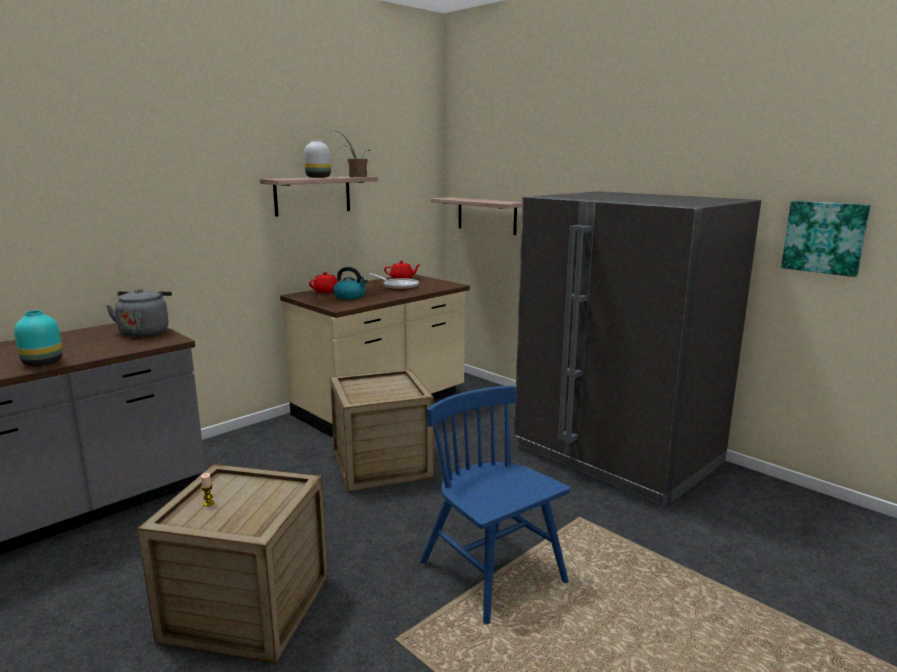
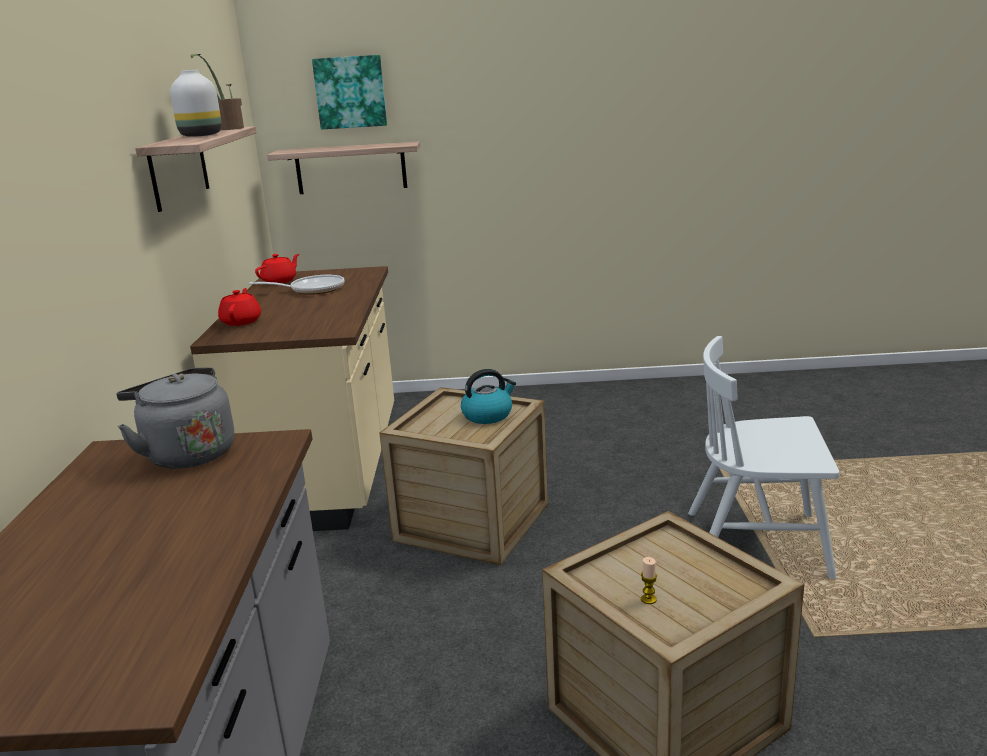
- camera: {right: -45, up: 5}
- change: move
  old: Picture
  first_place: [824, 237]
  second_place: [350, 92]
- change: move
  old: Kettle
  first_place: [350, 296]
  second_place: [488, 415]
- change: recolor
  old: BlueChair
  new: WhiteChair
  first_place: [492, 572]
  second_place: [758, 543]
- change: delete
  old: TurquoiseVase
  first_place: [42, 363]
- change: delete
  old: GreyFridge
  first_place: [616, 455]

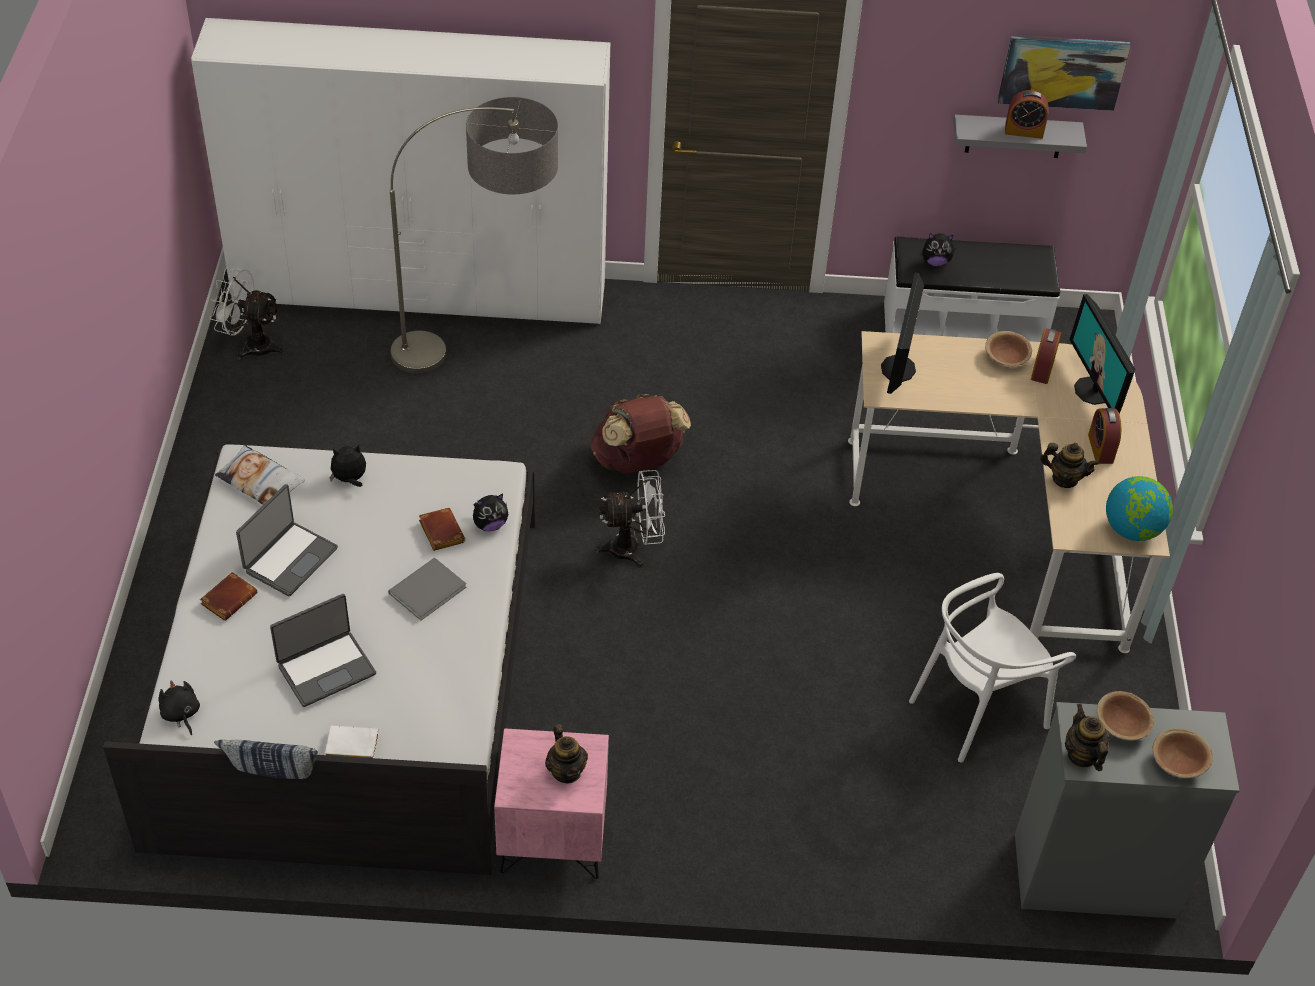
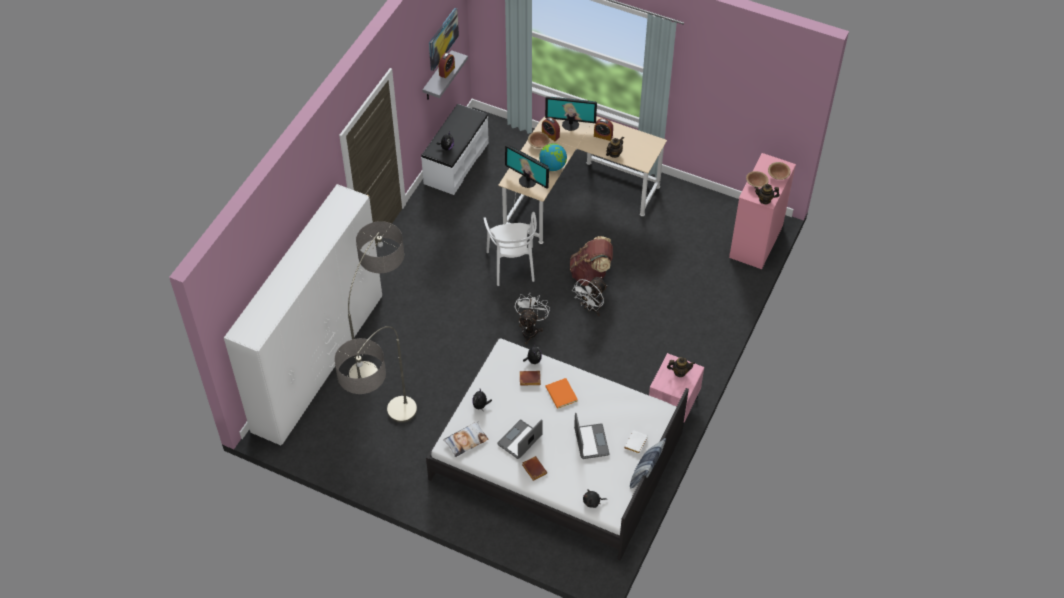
- camera: {right: -65, up: 5}
- change: insert
  new: FloorLamp
  second_place: [383, 437]
- change: move
  old: WhiteChair
  first_place: [977, 709]
  second_place: [512, 265]
- change: rotate
  old: Laptop
  first_place: [289, 559]
  second_place: [520, 440]
  degrees: -105
- change: move
  old: Globe
  first_place: [1132, 529]
  second_place: [553, 166]
- change: recolor
  old: GreyBook
  new: OrangeBook
  first_place: [425, 590]
  second_place: [561, 395]
- change: move
  old: BrownBackpack
  first_place: [637, 462]
  second_place: [591, 274]
- change: move
  old: WhiteFan
  first_place: [251, 345]
  second_place: [591, 308]
- change: recolor
  old: GreyDresser
  new: PinkDresser
  first_place: [1093, 876]
  second_place: [756, 242]

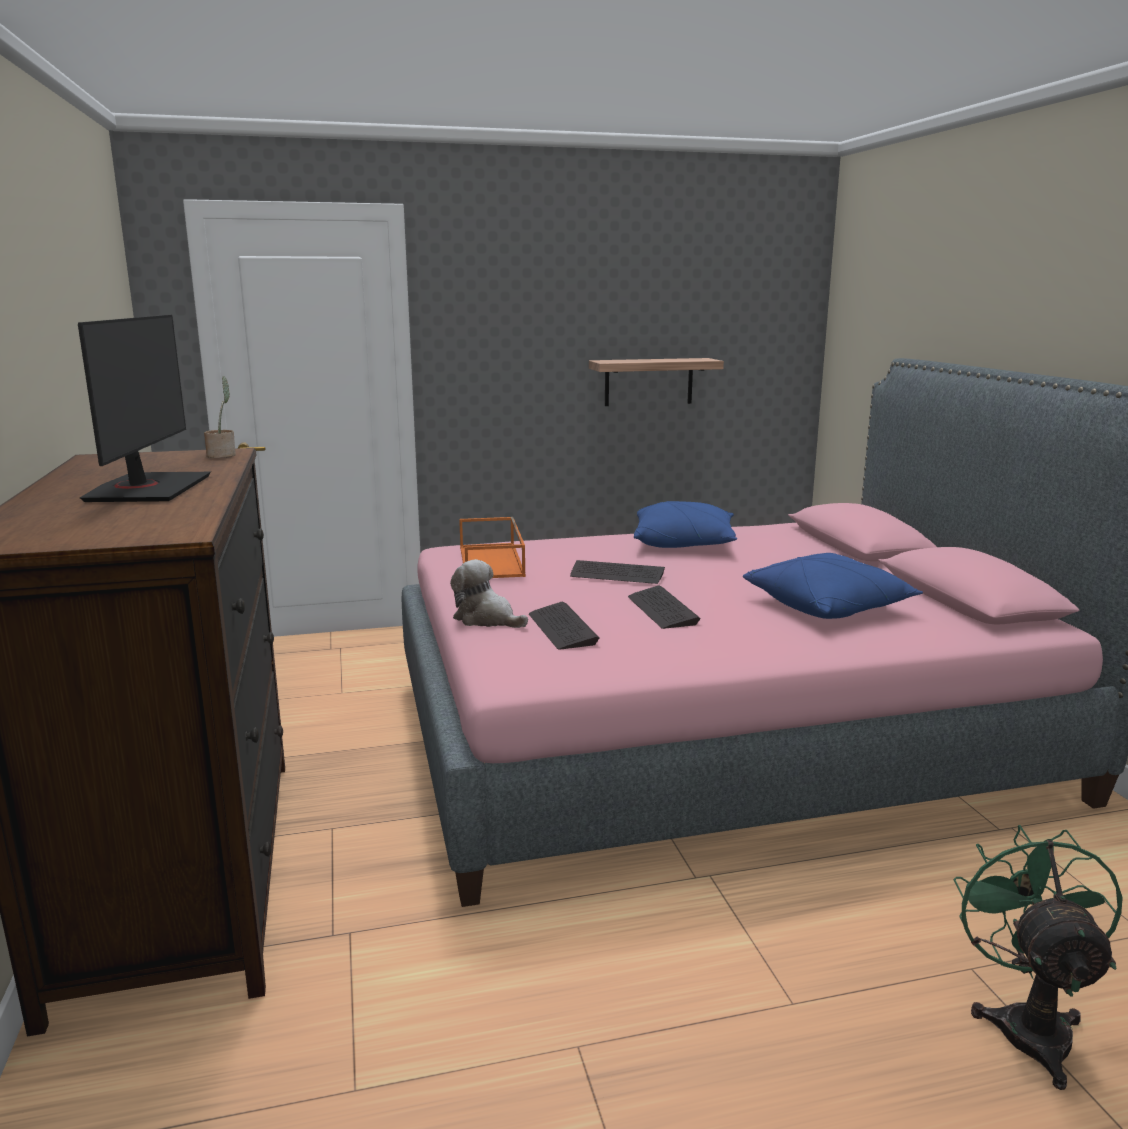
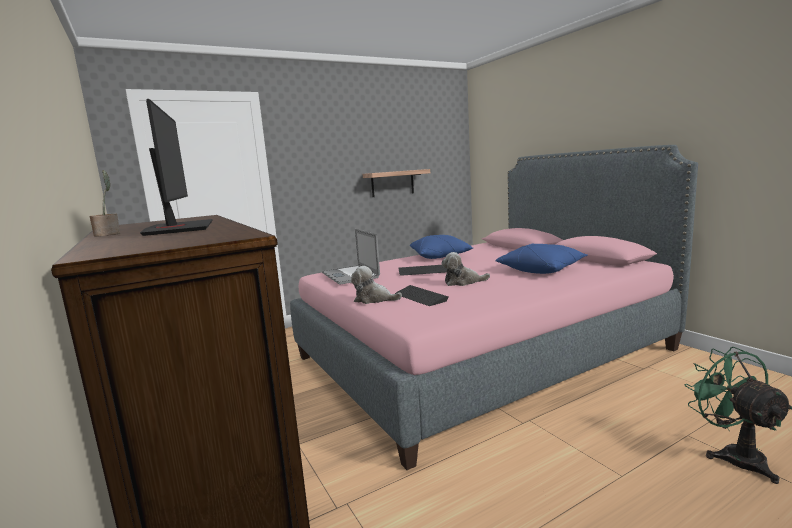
- camera: {right: -15, up: -5}
- change: move
  old: PottedPlant
  first_place: [223, 455]
  second_place: [108, 234]
- change: replace
  old: OrangeTray
  new: Laptop
  first_place: [492, 561]
  second_place: [350, 275]
- change: replace
  old: Keyboard
  new: PlushToy
  first_place: [662, 610]
  second_place: [463, 282]

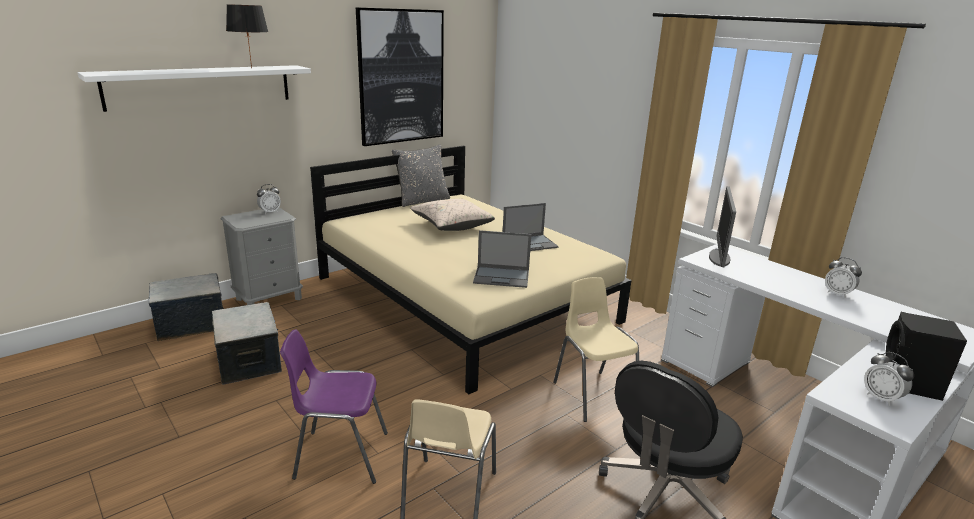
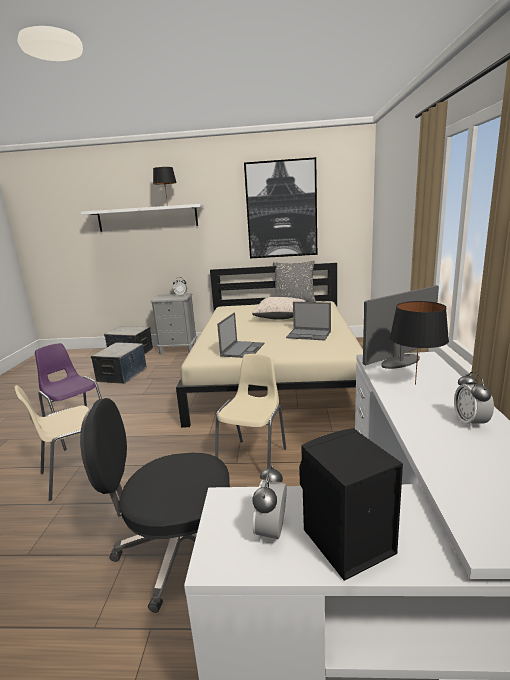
- camera: {right: 45, up: -5}
- change: rotate
  old: Laptop
  first_place: [502, 277]
  second_place: [243, 349]
  degrees: -120
- change: insert
  new: BlackTableLamp
  second_place: [416, 384]

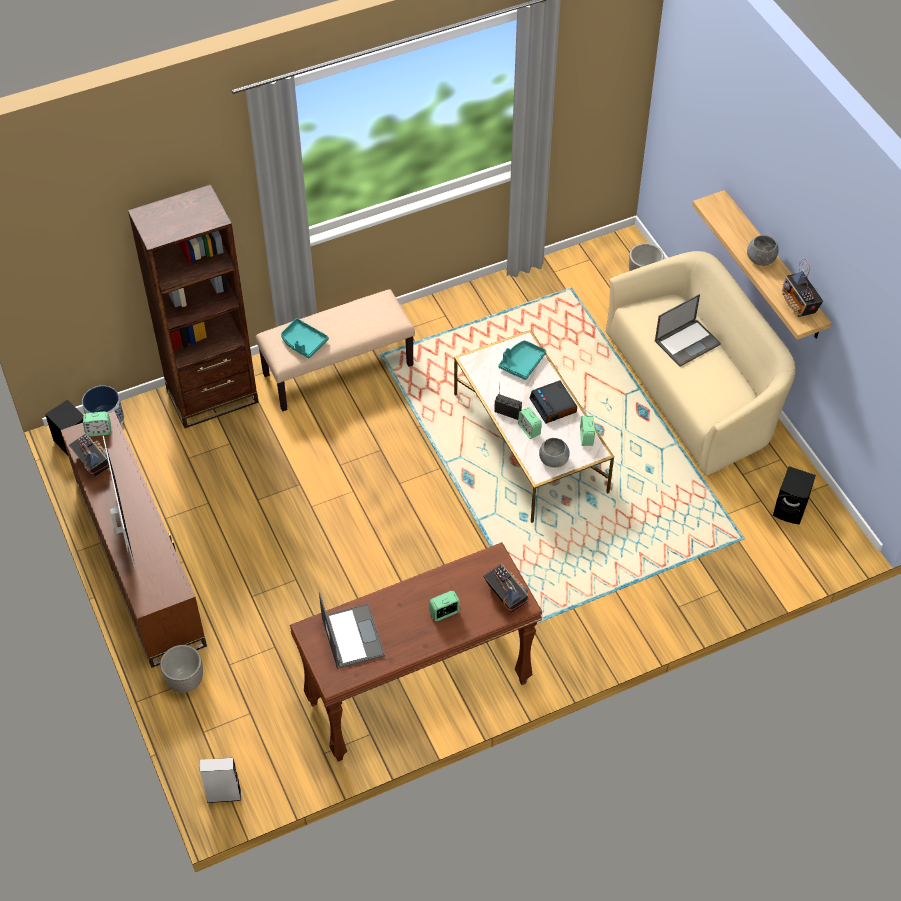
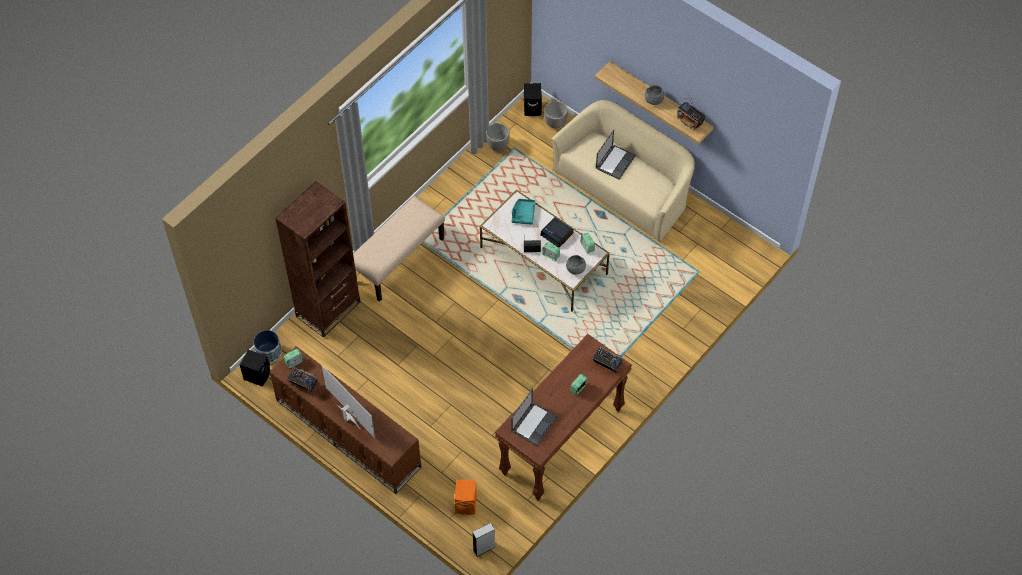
- camera: {right: -25, up: 5}
- change: insert
  new: OrangeSpeaker
  second_place: [467, 504]
- change: move
  old: Planter
  first_place: [186, 681]
  second_place: [497, 145]
- change: rotate
  old: Laptop
  first_place: [352, 636]
  second_place: [534, 423]
  degrees: 75
- change: move
  old: BlackSpeaker
  first_place: [791, 509]
  second_place: [533, 108]
- change: delete
  old: TurquoiseTray
  first_place: [303, 343]

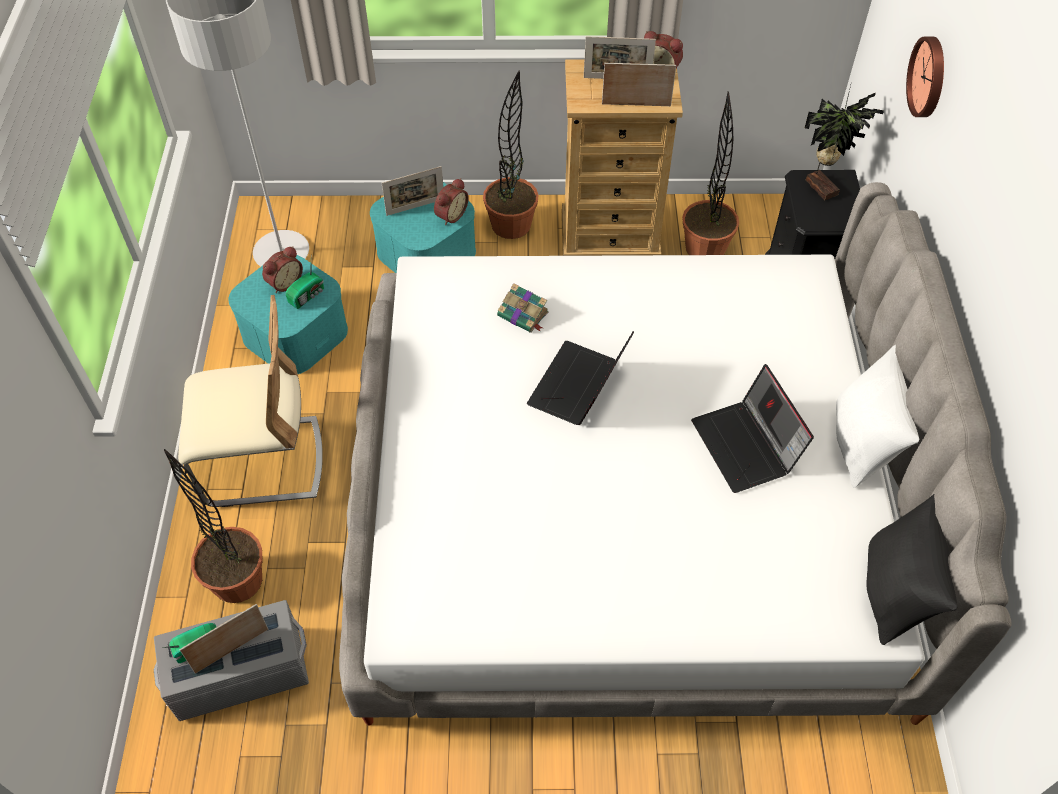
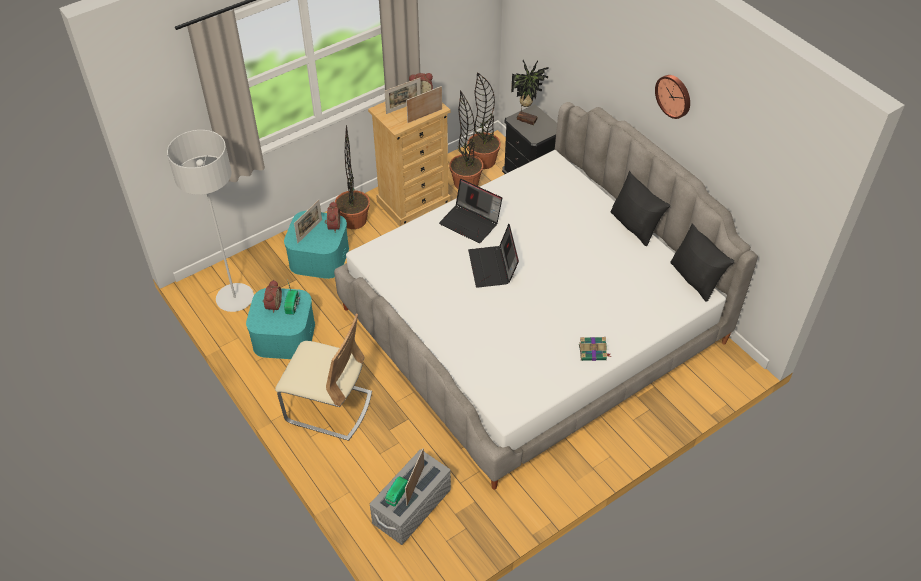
- camera: {right: -35, up: -5}
- change: rotate
  old: BeigeChair
  first_place: [263, 462]
  second_place: [329, 407]
  degrees: 60
- change: move
  old: Laptop
  first_place: [746, 446]
  second_place: [471, 222]
- change: move
  old: PottedPlant
  first_place: [237, 580]
  second_place: [483, 161]
- change: move
  old: Book
  first_place: [524, 315]
  second_place: [593, 352]
- change: recolor
  old: WhitePillow
  new: BlackPillow
  first_place: [862, 443]
  second_place: [635, 226]
- change: move
  old: WallClock
  first_place: [929, 77]
  second_place: [674, 95]

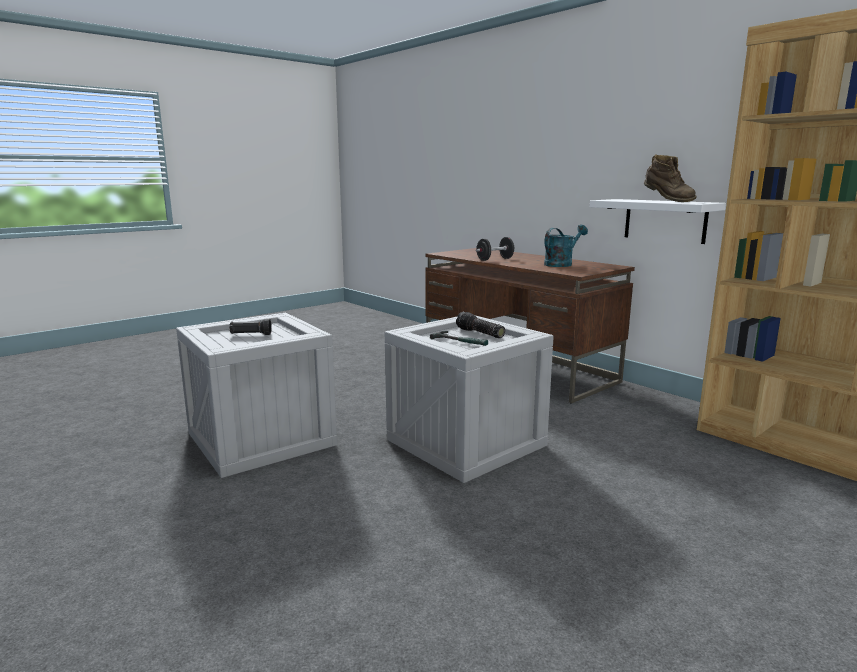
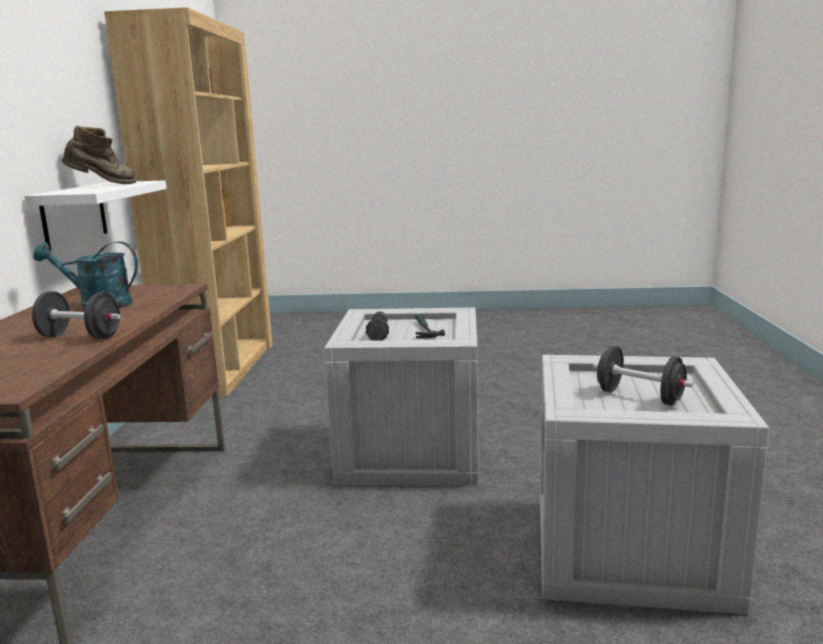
- camera: {right: -135, up: 0}
- change: rotate
  old: BrownBoot
  first_place: [667, 201]
  second_place: [103, 185]
  degrees: 45
- change: replace
  old: BlackFlashlight
  new: BlackDumbbell
  first_place: [250, 335]
  second_place: [639, 397]

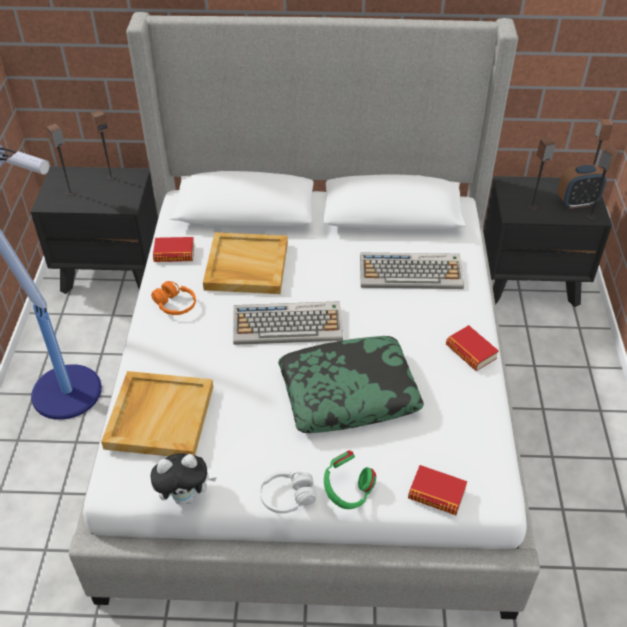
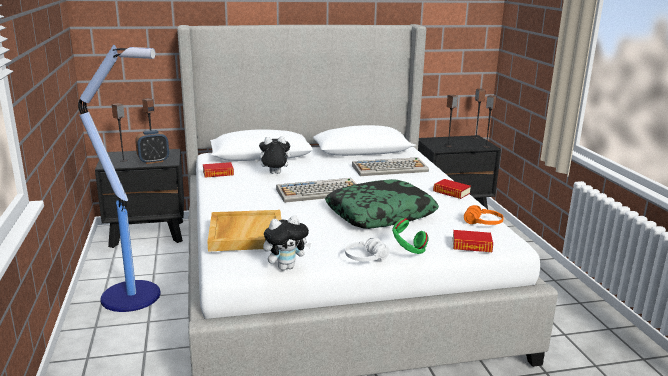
- camera: {right: -15, up: -25}
- change: move
  old: AlarmClock
  first_place: [577, 203]
  second_place: [153, 161]
- change: replace
  old: BeigeTray
  new: PlushToy
  first_place: [246, 266]
  second_place: [274, 174]
- change: move
  old: OrangeHeadphones
  first_place: [175, 305]
  second_place: [483, 223]

